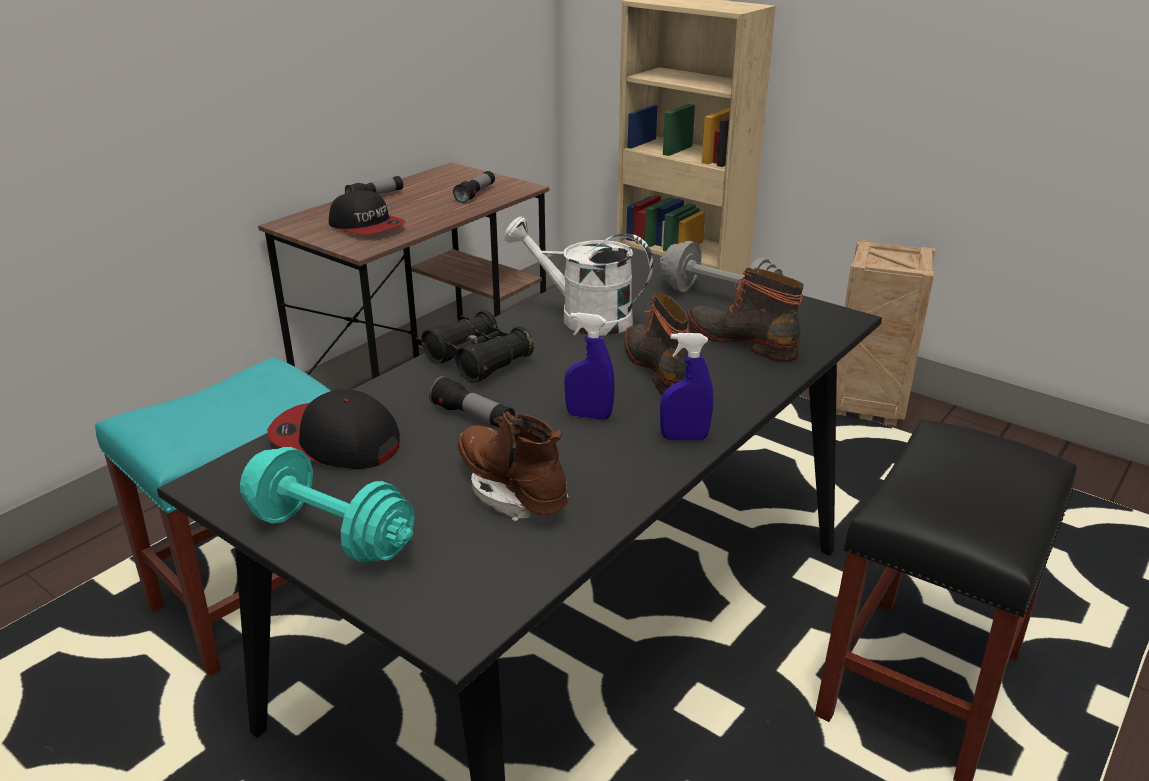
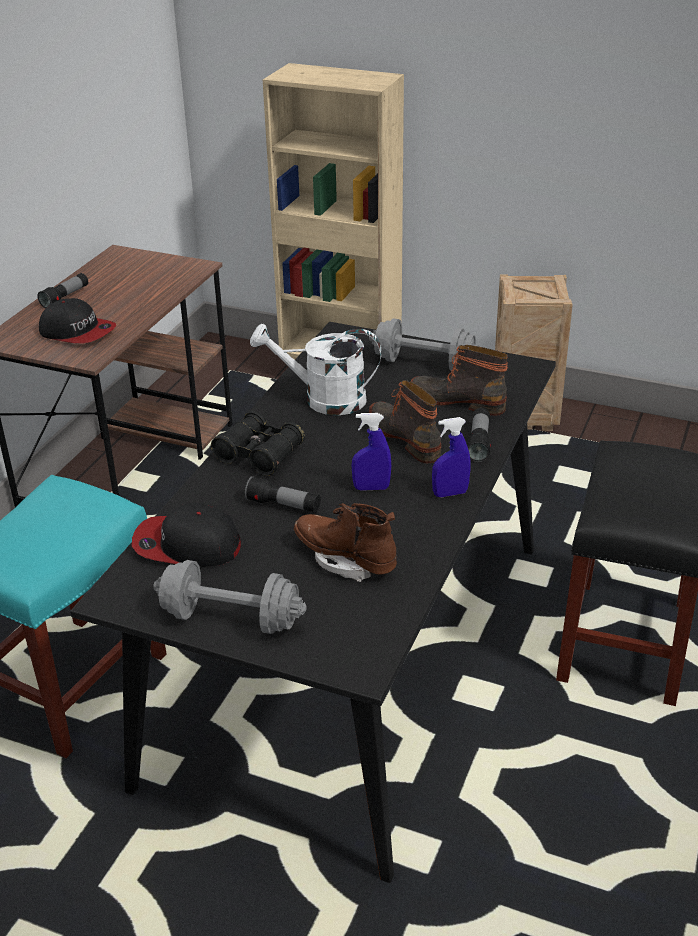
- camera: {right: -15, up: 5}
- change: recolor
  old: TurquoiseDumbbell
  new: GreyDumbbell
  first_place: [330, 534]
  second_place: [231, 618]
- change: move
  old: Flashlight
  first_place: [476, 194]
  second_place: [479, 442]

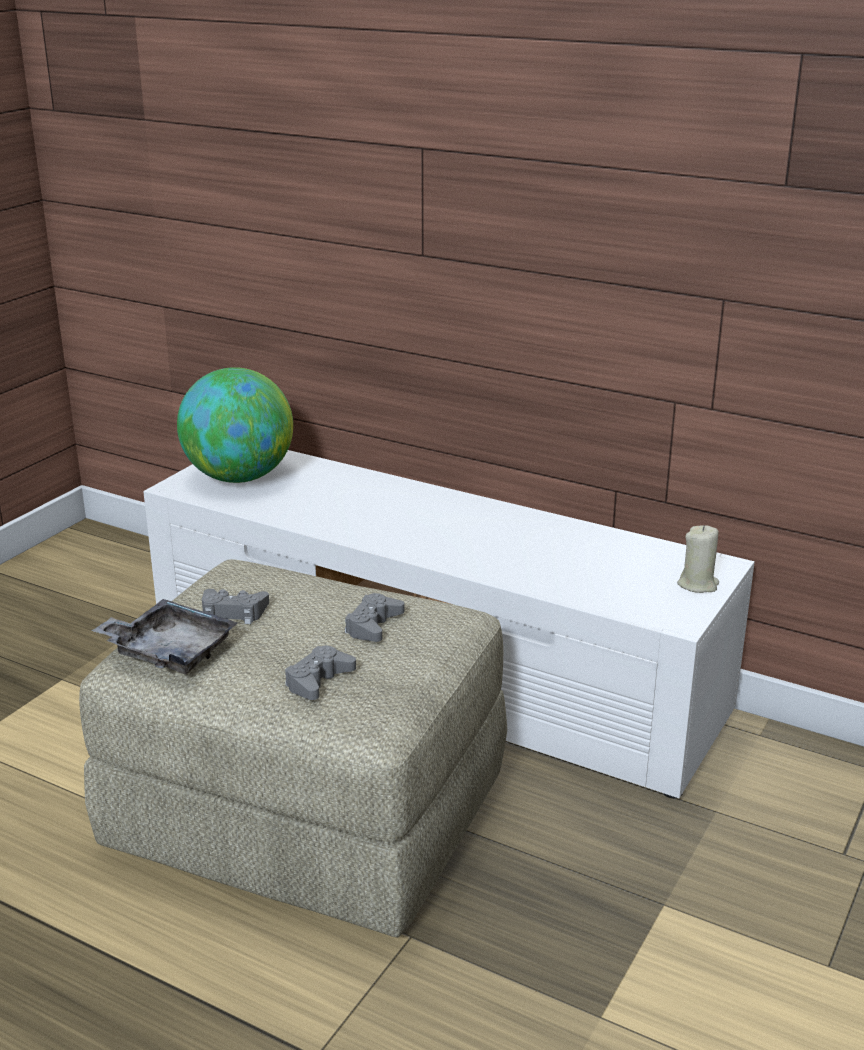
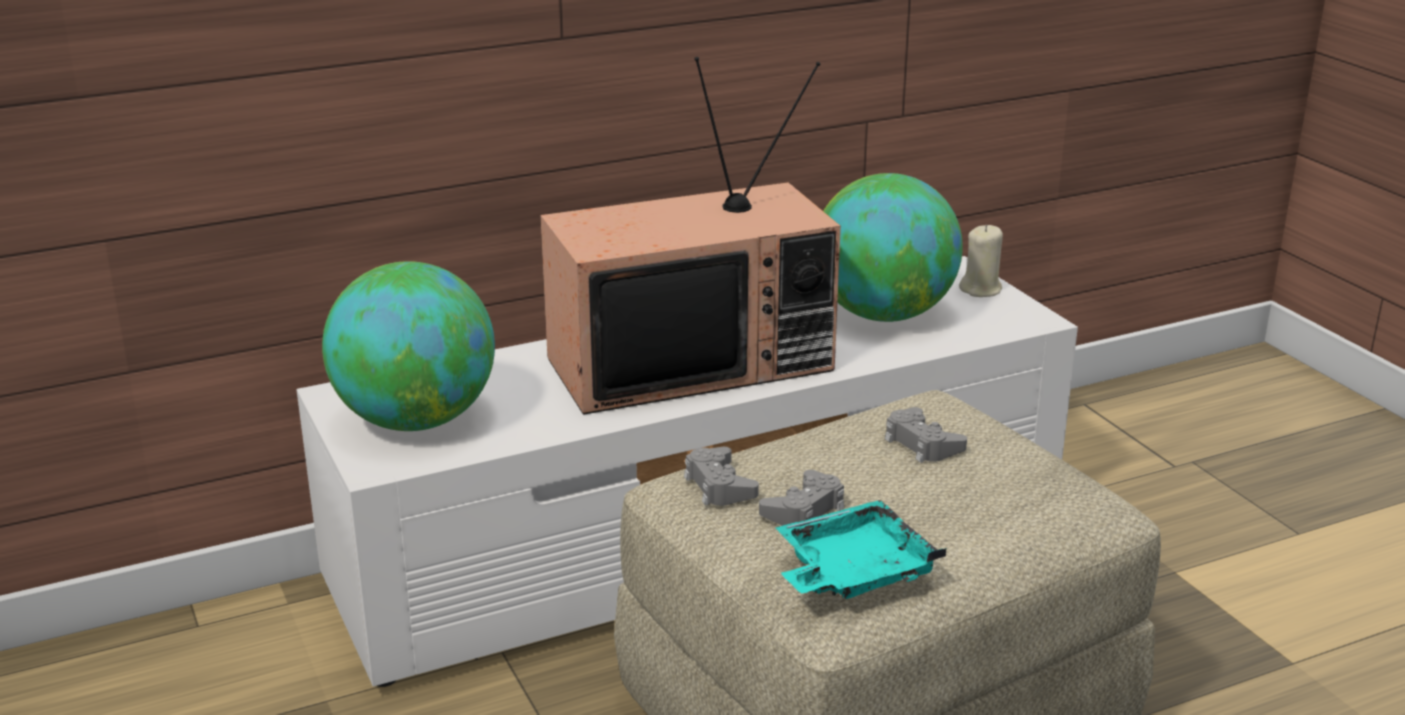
- camera: {right: -55, up: 0}
- change: insert
  new: Television
  second_place: [691, 362]
- change: move
  old: GreyGameController
  first_place: [318, 680]
  second_place: [719, 485]
- change: recolor
  old: GreyTray
  new: TurquoiseTray
  first_place: [169, 650]
  second_place: [852, 572]
- change: insert
  new: Globe
  second_place: [883, 314]

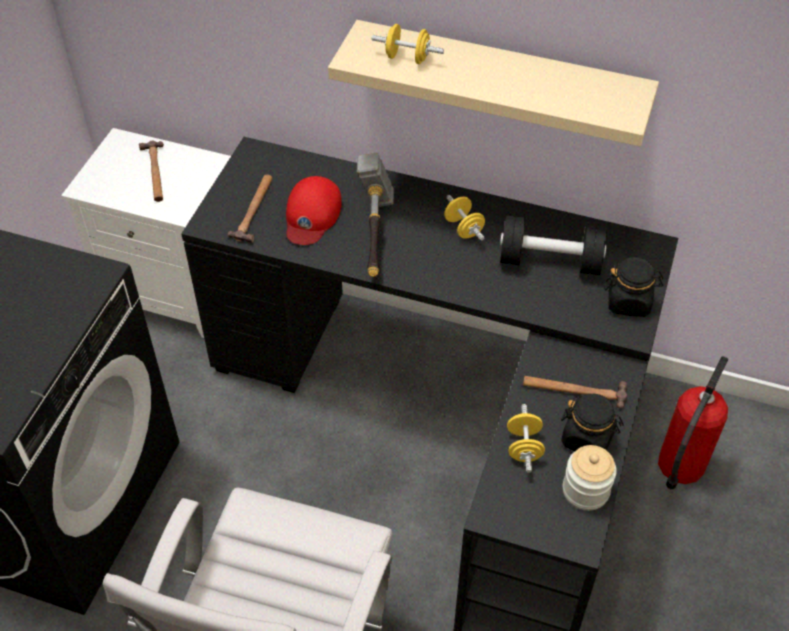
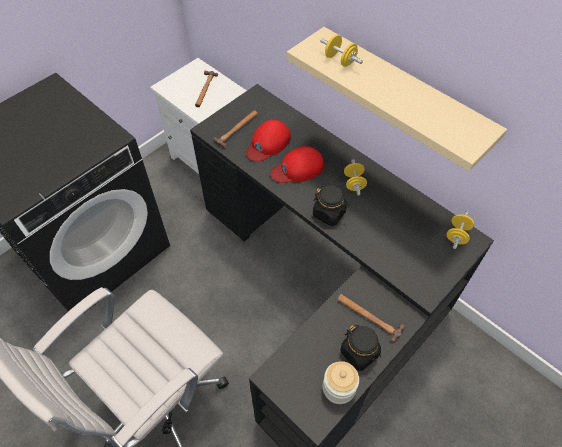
- camera: {right: 25, up: 5}
- change: replace
  old: Hammer
  new: RedCap
  first_place: [375, 235]
  second_place: [298, 168]
- change: move
  old: BlackJar
  first_place: [629, 302]
  second_place: [329, 214]
- change: move
  old: YellowDumbbell
  first_place: [524, 447]
  second_place: [457, 235]
- change: delete
  old: BlackDumbbell
  first_place: [550, 261]
- change: delete
  old: FireExtinguisher
  first_place: [680, 468]

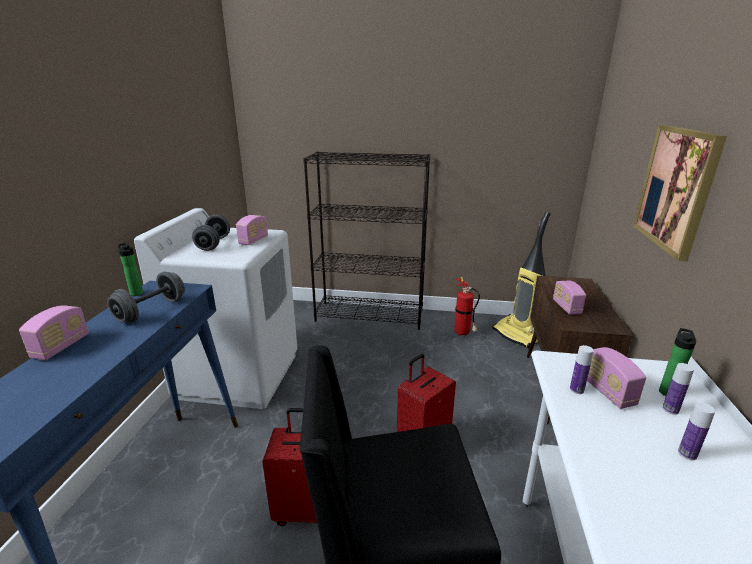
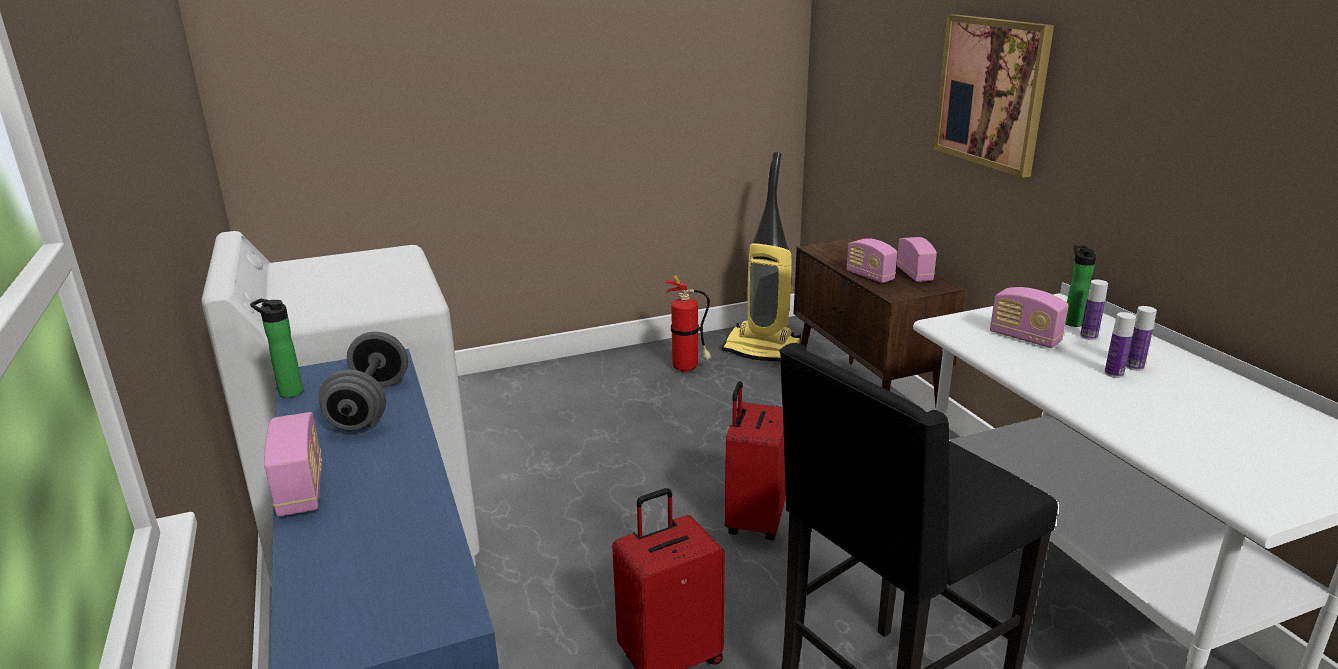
- camera: {right: -30, up: 0}
- change: move
  old: Radio
  first_place: [253, 240]
  second_place: [914, 274]
- change: move
  old: Bottle
  first_place: [576, 389]
  second_place: [1113, 374]
- change: delete
  old: GreyDumbbell
  first_place: [213, 244]
- change: delete
  old: BlackBookcase
  first_place: [370, 315]

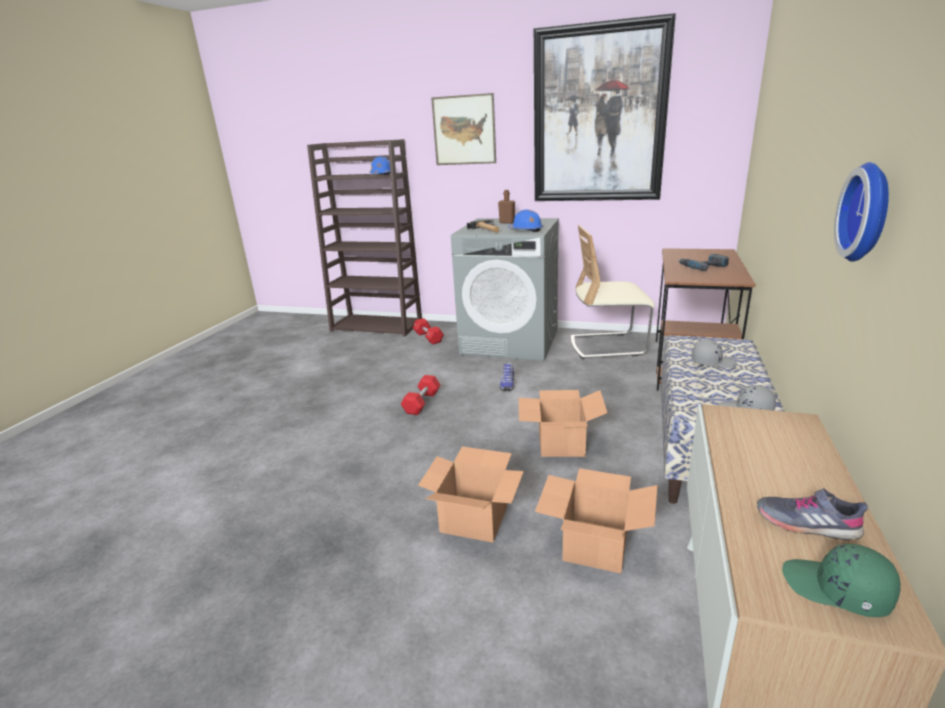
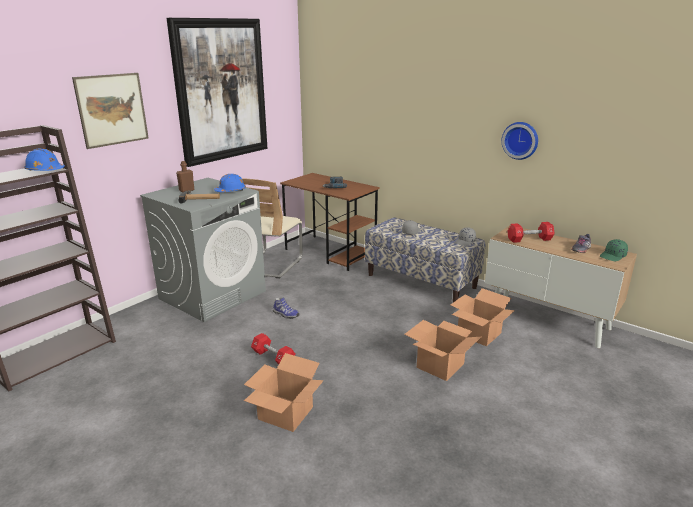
- camera: {right: -70, up: 0}
- change: move
  old: CardboardBox
  first_place: [561, 444]
  second_place: [286, 413]
- change: move
  old: RedDumbbell
  first_place: [428, 337]
  second_place: [529, 239]

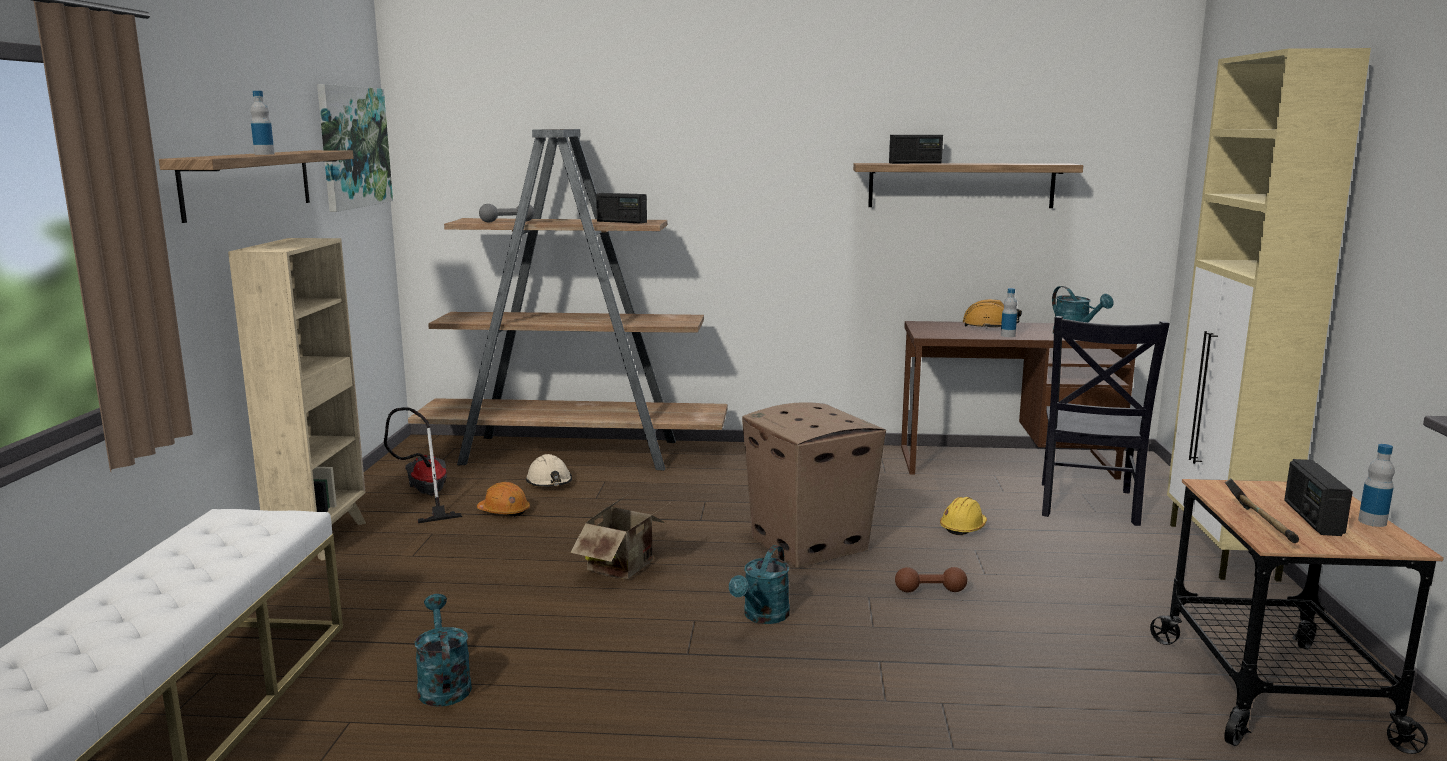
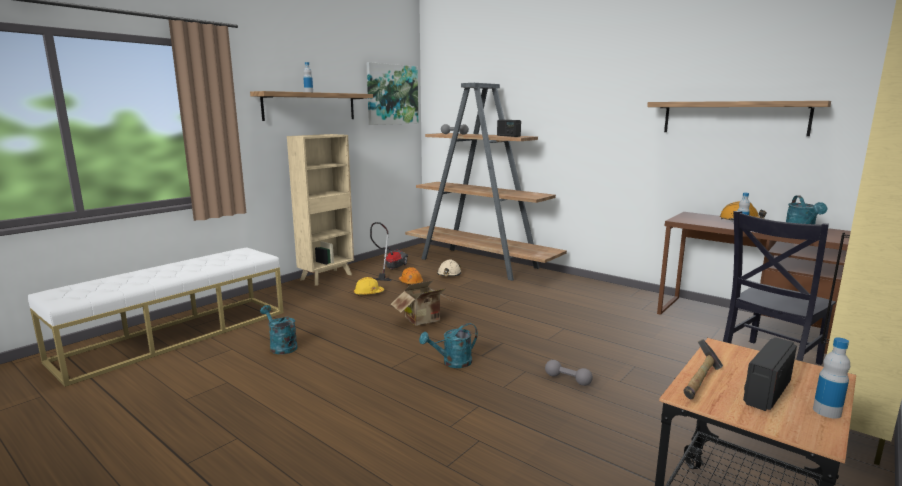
- camera: {right: 35, up: 0}
- change: rotate
  old: TurquoiseWateringCan
  first_place: [443, 685]
  second_place: [281, 346]
  degrees: -60
- change: move
  old: YellowHardHat
  first_place: [963, 527]
  second_place: [368, 293]
- change: recolor
  old: BrownDumbbell
  new: GreyDumbbell
  first_place: [930, 591]
  second_place: [567, 380]
- change: delete
  old: CardboardBox
  first_place: [810, 544]
- change: delete
  old: Radio
  first_place: [915, 163]

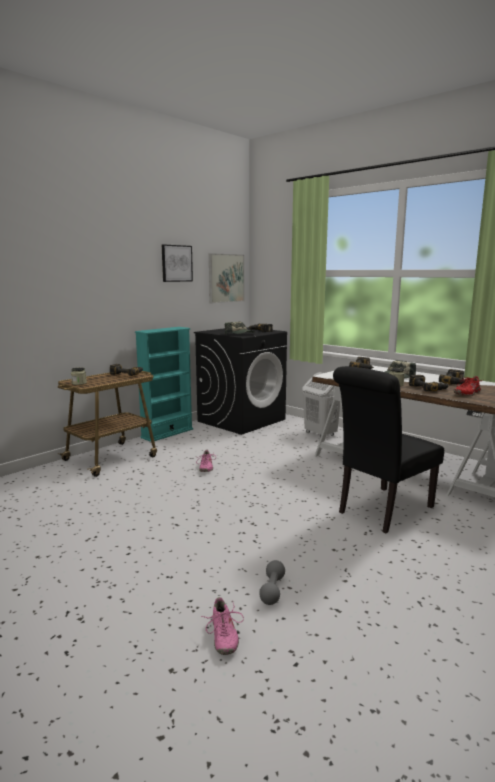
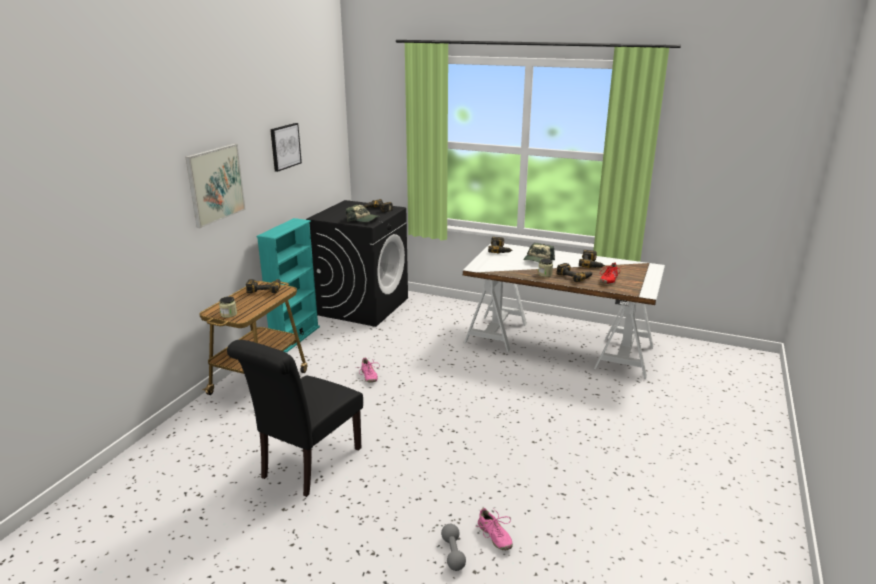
- camera: {right: -20, up: 10}
- change: move
  old: Picture
  first_place: [226, 278]
  second_place: [215, 184]
- change: move
  old: BlackChair
  first_place: [381, 511]
  second_place: [307, 465]
- change: move
  old: GreyDumbbell
  first_place: [272, 590]
  second_place: [453, 553]
- change: delete
  old: WhiteLaundryBasket
  first_place: [320, 434]

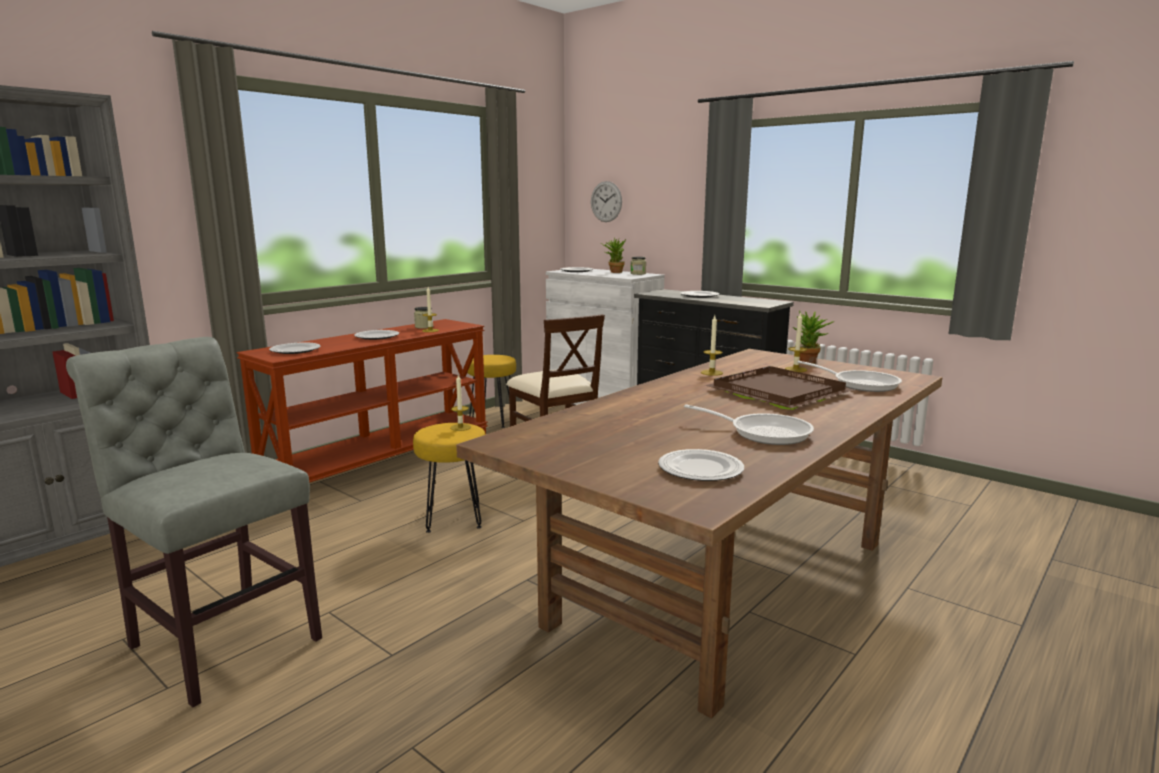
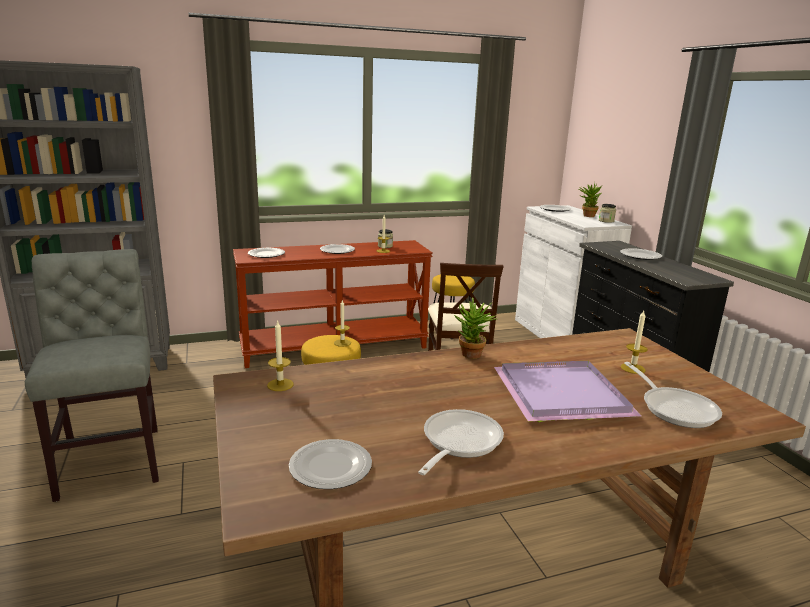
- camera: {right: 30, up: 5}
- change: move
  old: Candle
  first_place: [711, 372]
  second_place: [280, 385]
- change: rotate
  old: FryingPan
  first_place: [763, 433]
  second_place: [458, 442]
  degrees: -120
- change: move
  old: PottedPlant
  first_place: [809, 362]
  second_place: [472, 356]
- change: recolor
  old: BrownTray
  new: PurpleTray
  first_place: [778, 393]
  second_place: [560, 395]
- change: delete
  old: WallClock
  first_place: [606, 201]

